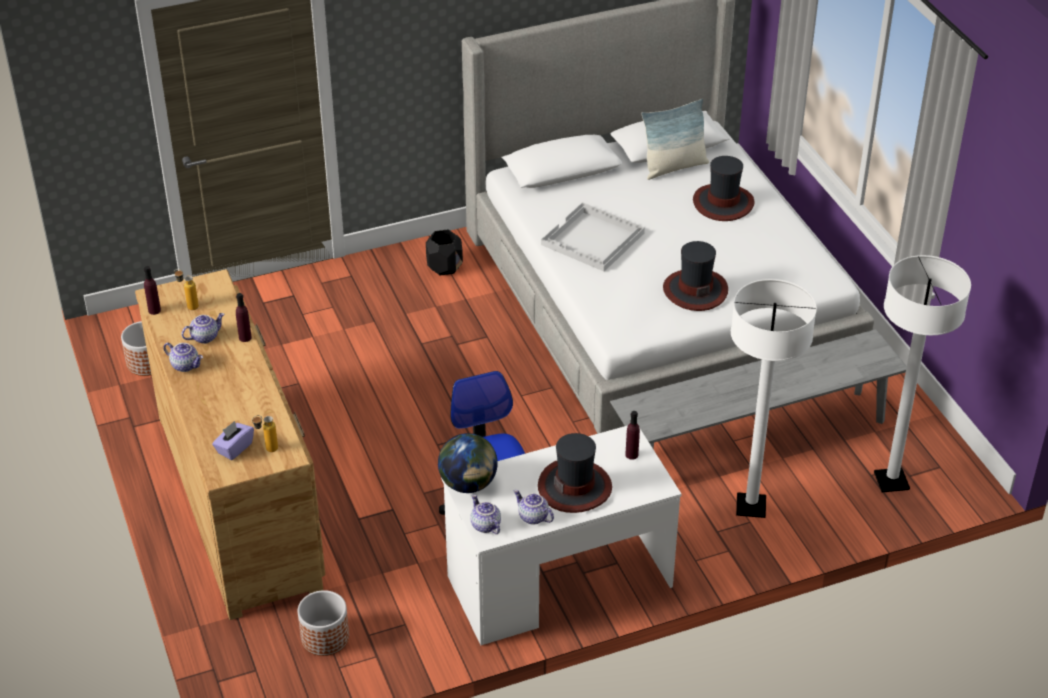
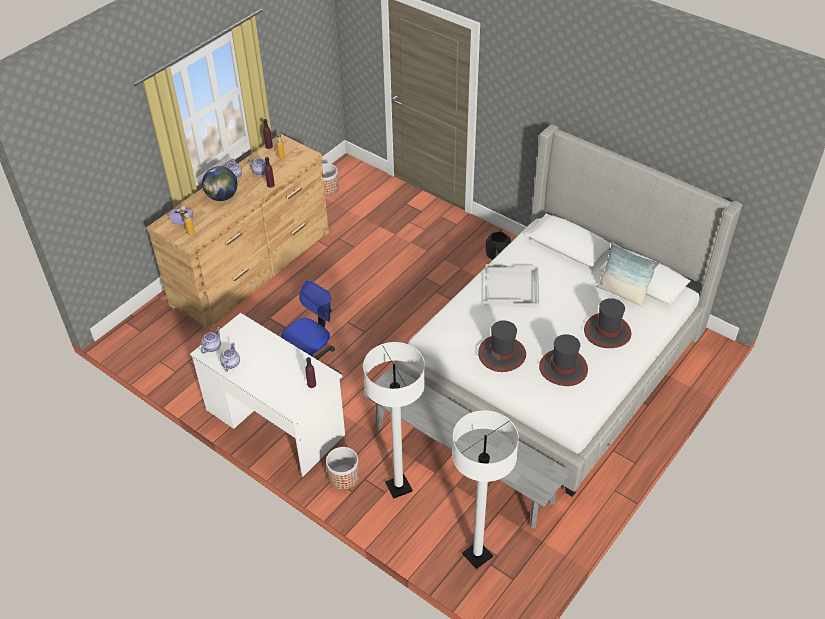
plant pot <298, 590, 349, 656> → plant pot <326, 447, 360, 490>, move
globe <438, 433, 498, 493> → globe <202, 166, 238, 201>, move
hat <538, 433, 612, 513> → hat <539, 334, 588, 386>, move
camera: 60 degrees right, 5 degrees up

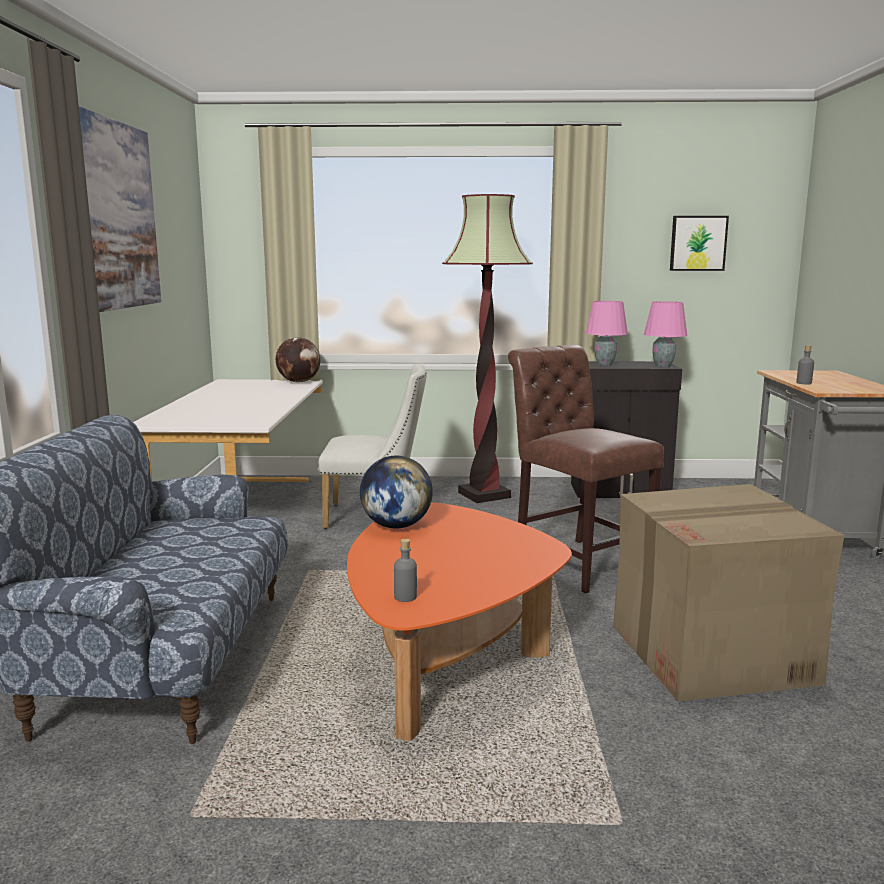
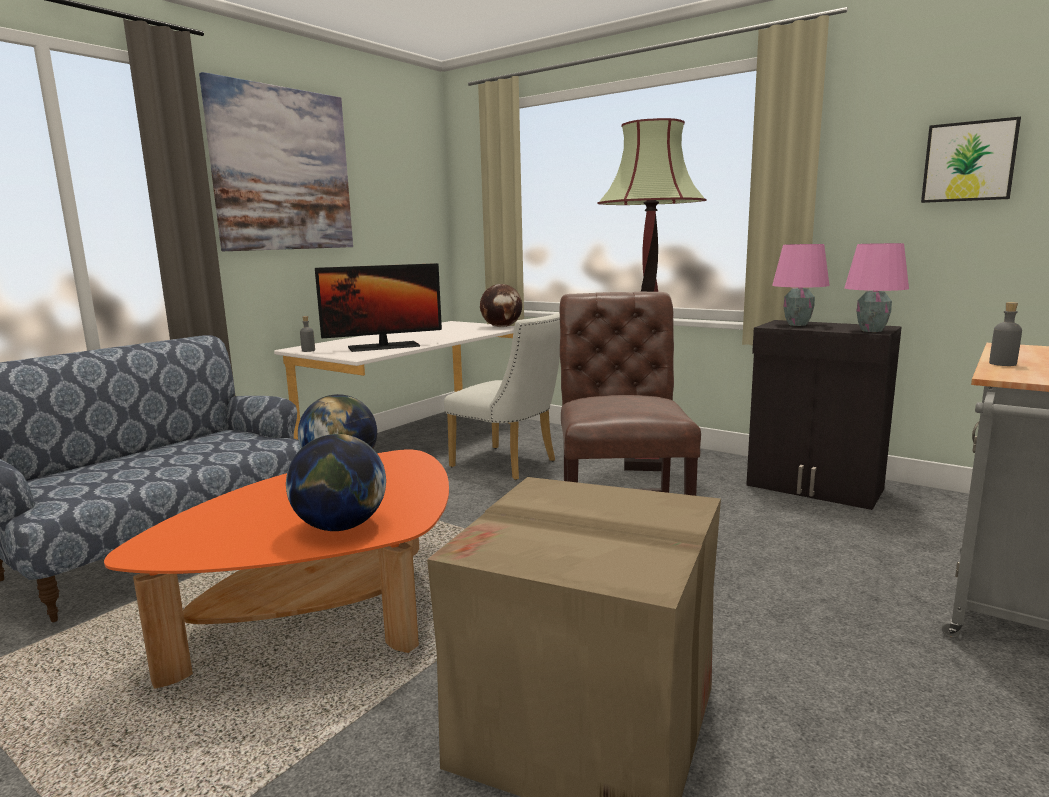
- → globe <286, 434, 386, 531>
- → computer display <315, 263, 442, 352>
beverage bottle/grey <394, 539, 417, 602> → beverage bottle/grey <300, 316, 315, 352>, move
camera: 35 degrees right, 0 degrees up

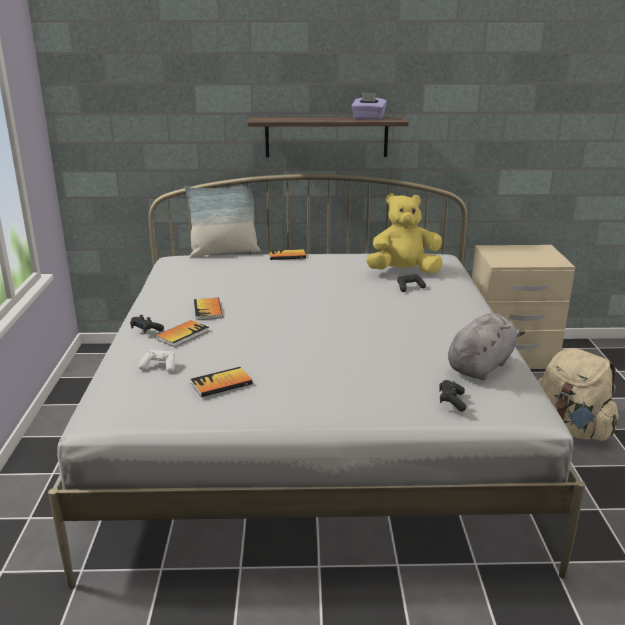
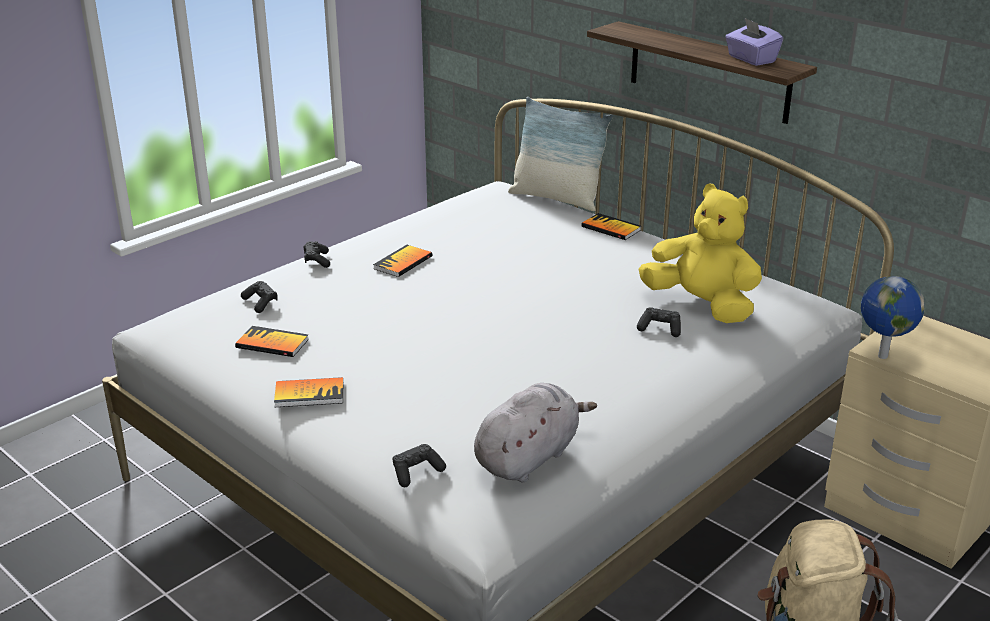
- → globe <861, 276, 925, 359>
bound book <155, 320, 209, 347> → bound book <274, 377, 343, 407>, move
game controller/white-coloured <138, 349, 175, 373> → game controller/blackish <241, 281, 278, 313>
soft toy/grey <448, 313, 525, 380> → soft toy/grey <474, 383, 597, 482>, 45 degrees counterclockwise
camera: 45 degrees right, 5 degrees up

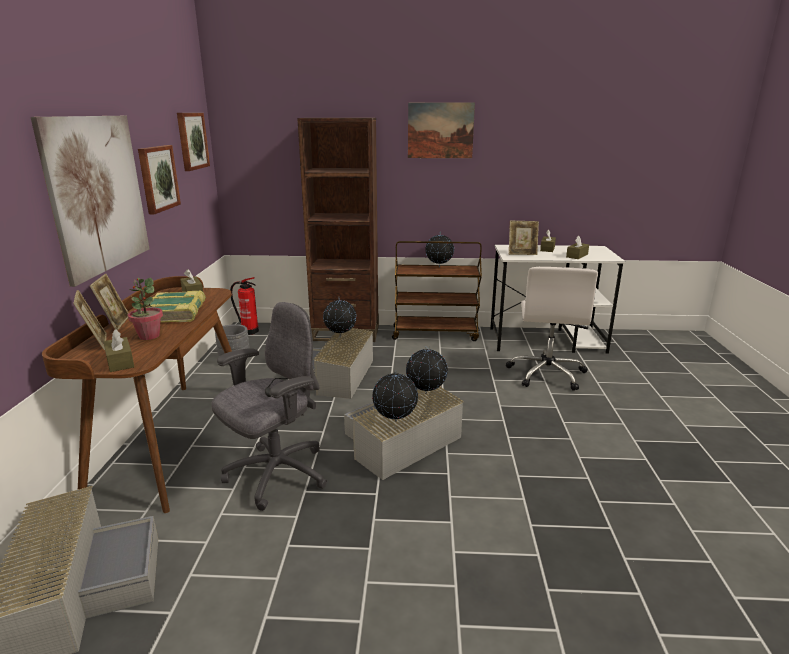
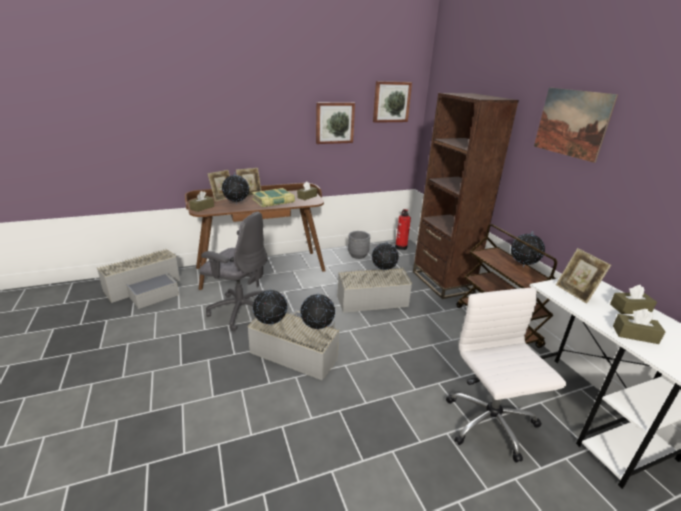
picture <31, 116, 149, 287> → -
houseplant <128, 278, 163, 340> → globe <222, 172, 249, 205>
computer chair/white-coloured <506, 267, 598, 391> → computer chair/white-coloured <446, 288, 566, 463>, 90 degrees clockwise
camera: 65 degrees right, 5 degrees up

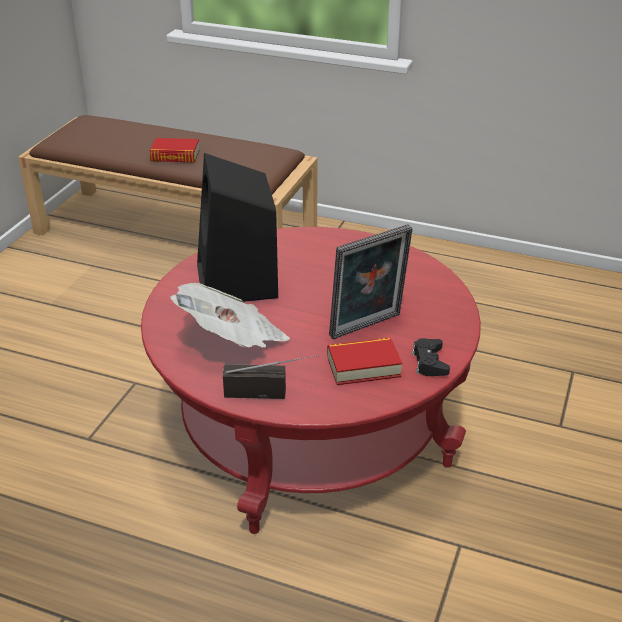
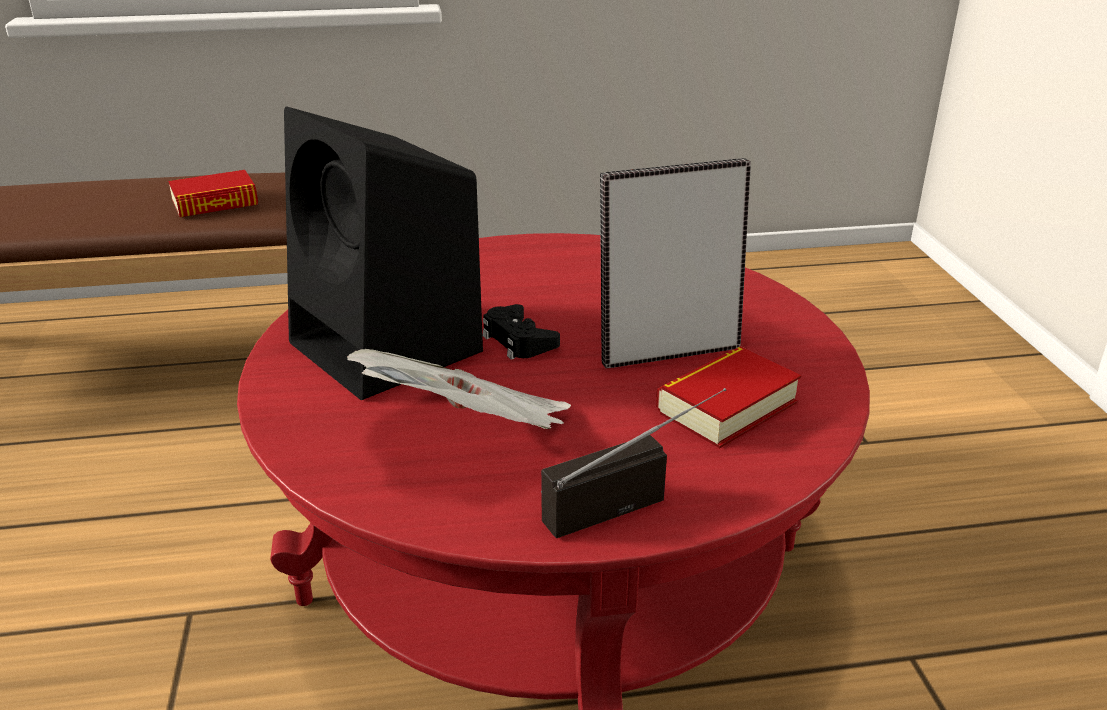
bound book <150, 138, 200, 163> → bound book <168, 170, 258, 217>, move
game controller/blackish <412, 338, 450, 376> → game controller/blackish <483, 304, 560, 360>, move
photo frame <329, 224, 413, 339> → photo frame <600, 158, 751, 368>, 135 degrees counterclockwise
camera: 30 degrees left, 5 degrees down

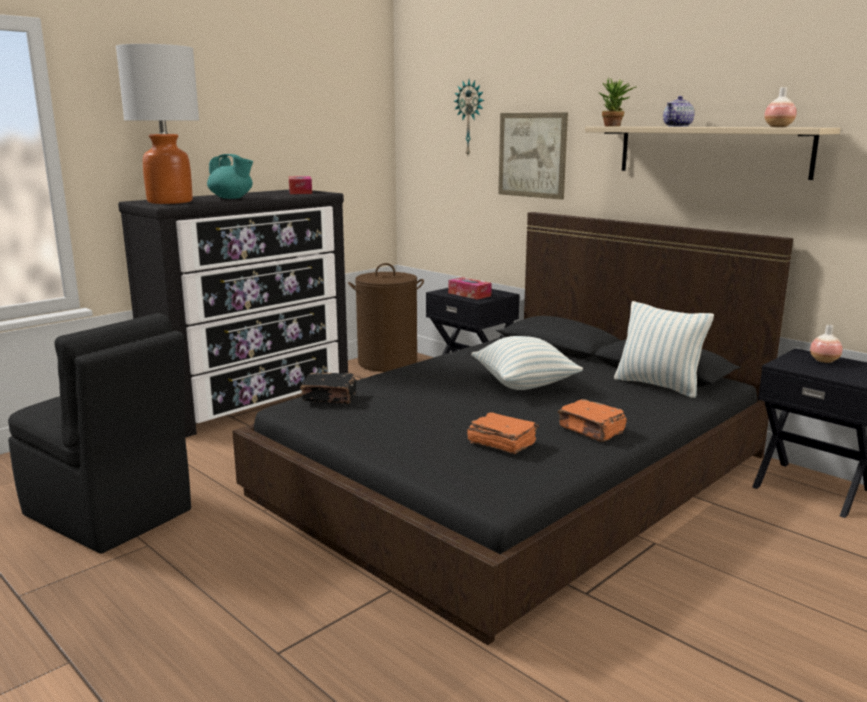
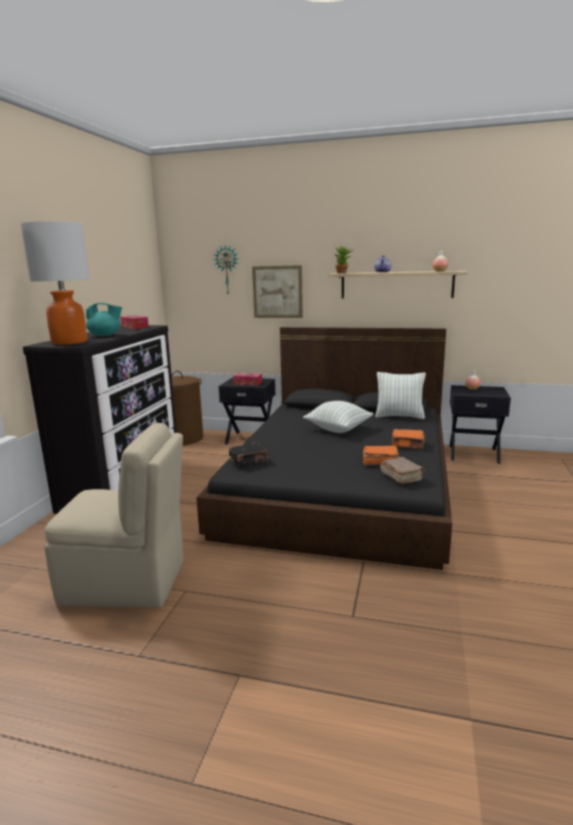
- → bound book/brown-coloured <380, 457, 425, 484>
plain chair/blackish <8, 313, 191, 554> → plain chair/sand-coloured <45, 423, 183, 608>
camera: 30 degrees left, 0 degrees up

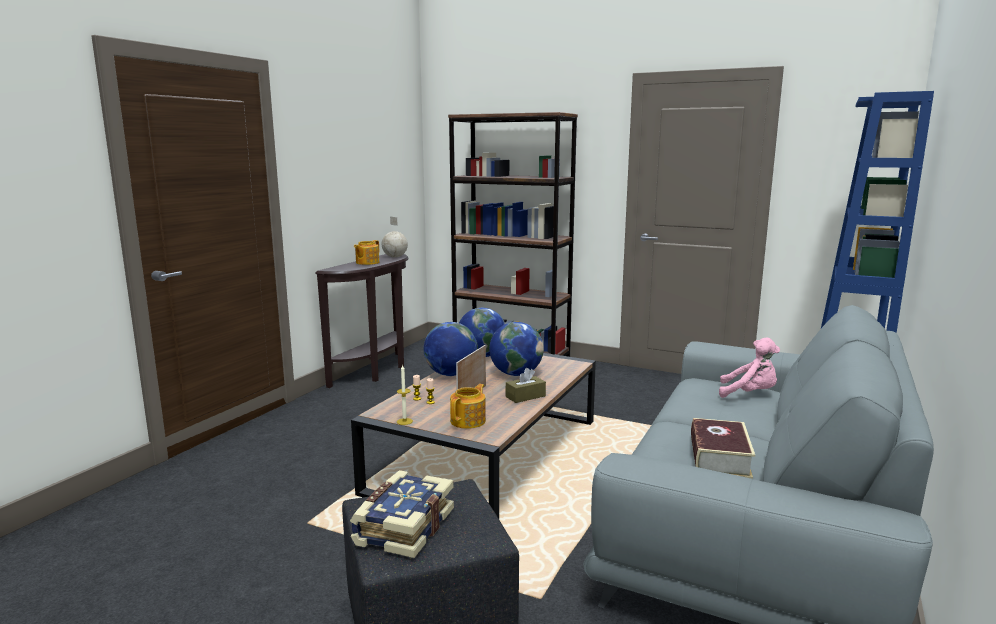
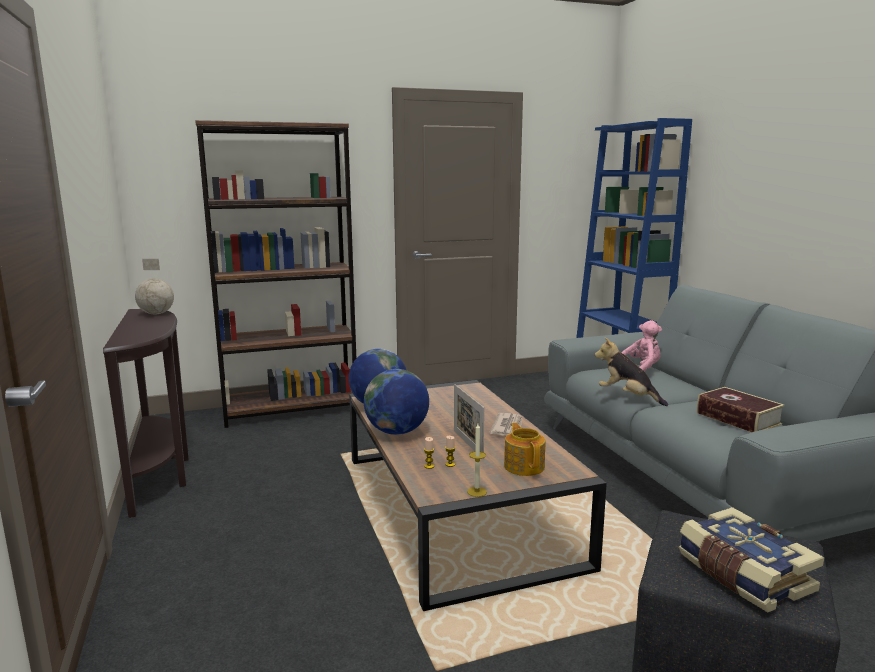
tea pot <354, 240, 379, 265> → -
globe <489, 322, 544, 376> → -
- → soft toy <595, 337, 668, 406>
box of tissues/brown-coloured <506, 368, 546, 403> → newspaper <490, 413, 522, 436>
camera: 45 degrees left, 0 degrees up

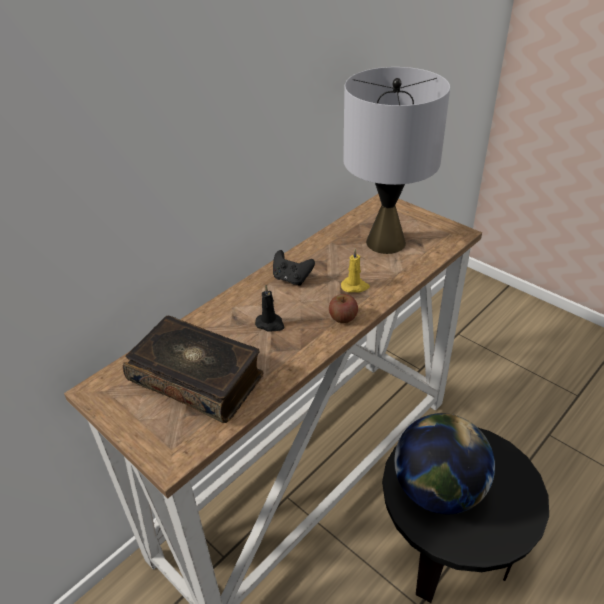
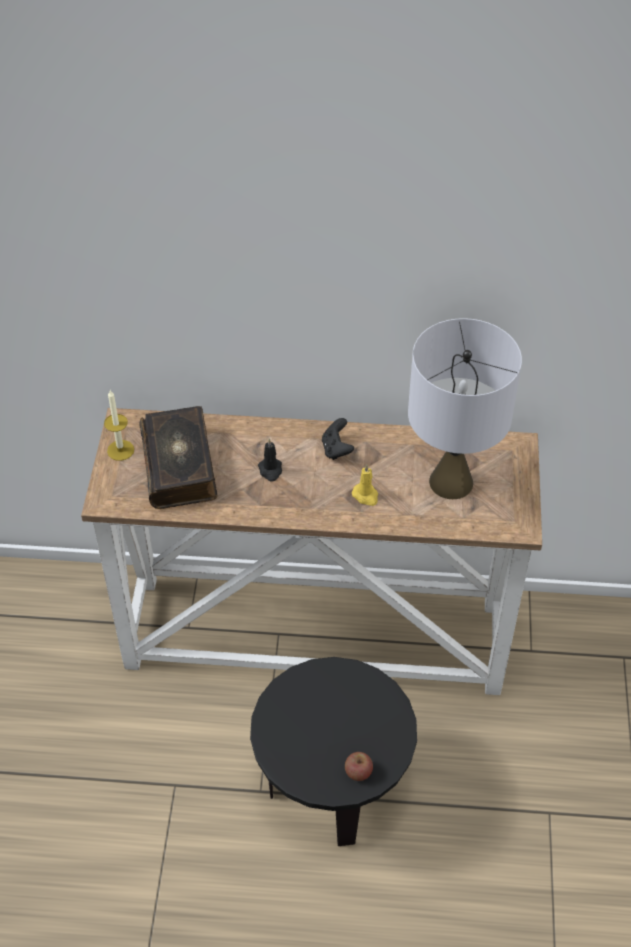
globe <394, 413, 495, 514> → -
- → wax candle <104, 390, 134, 461>
apple fruit <329, 294, 358, 323> → apple fruit <345, 752, 373, 781>, move
camera: 50 degrees right, 10 degrees up

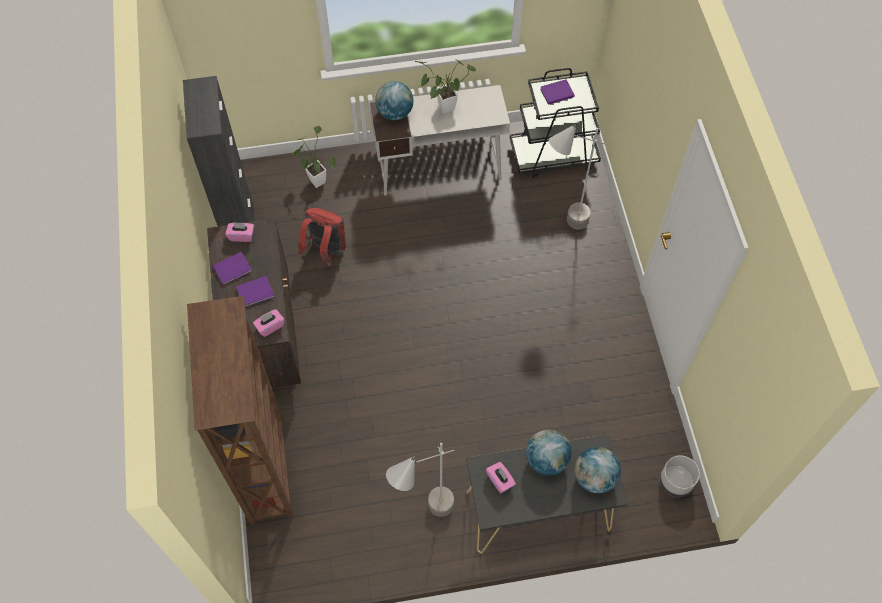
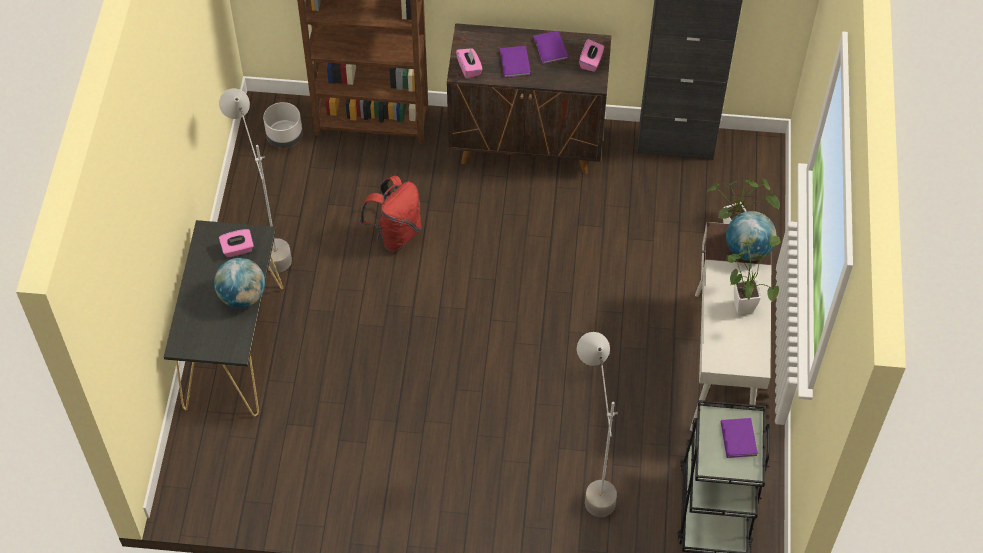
globe <575, 447, 621, 493> → -
knapsack/reddish <298, 208, 346, 267> → knapsack/reddish <359, 176, 422, 252>, move
plant pot/grey <660, 455, 700, 497> → plant pot/grey <263, 102, 303, 148>, move
camera: 105 degrees right, 5 degrees down

